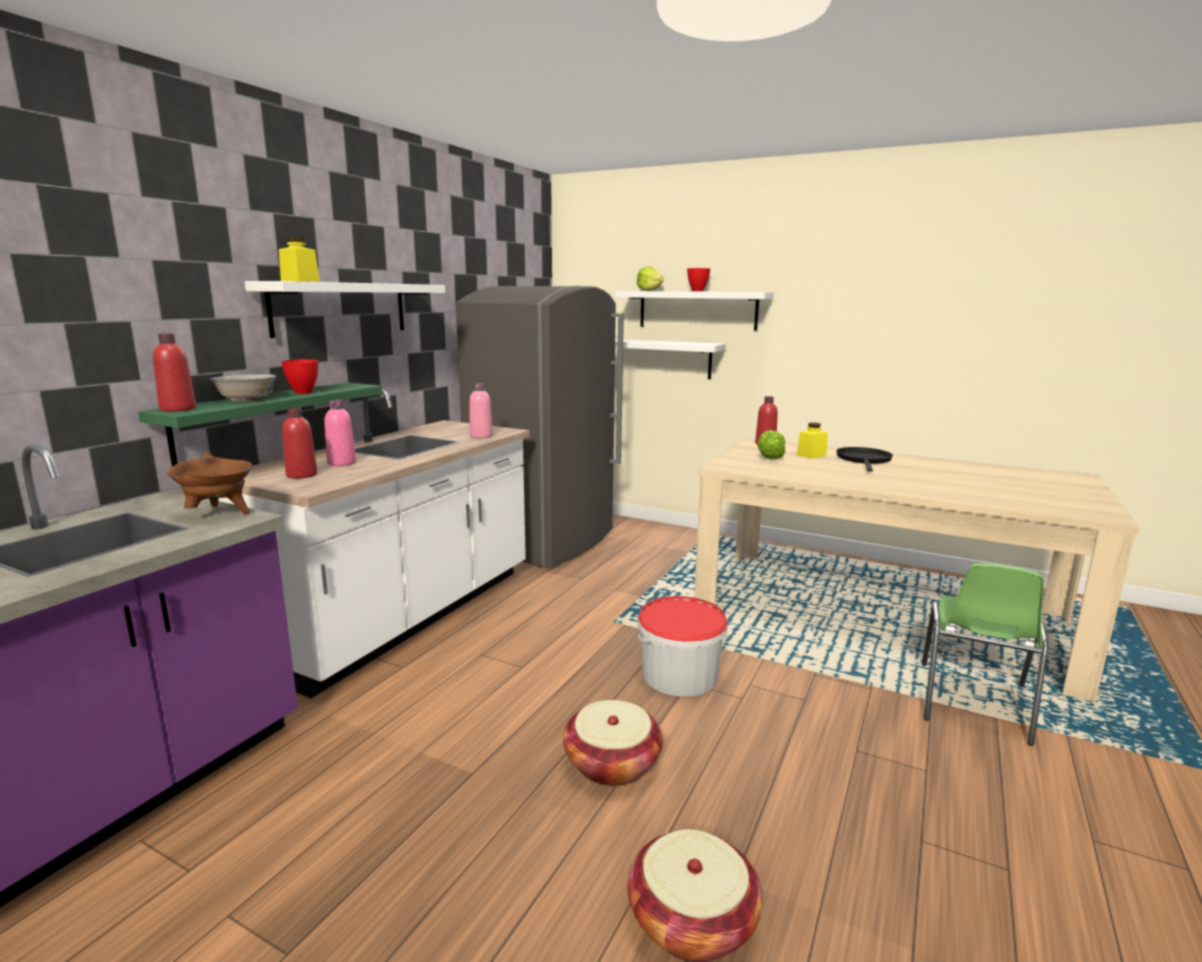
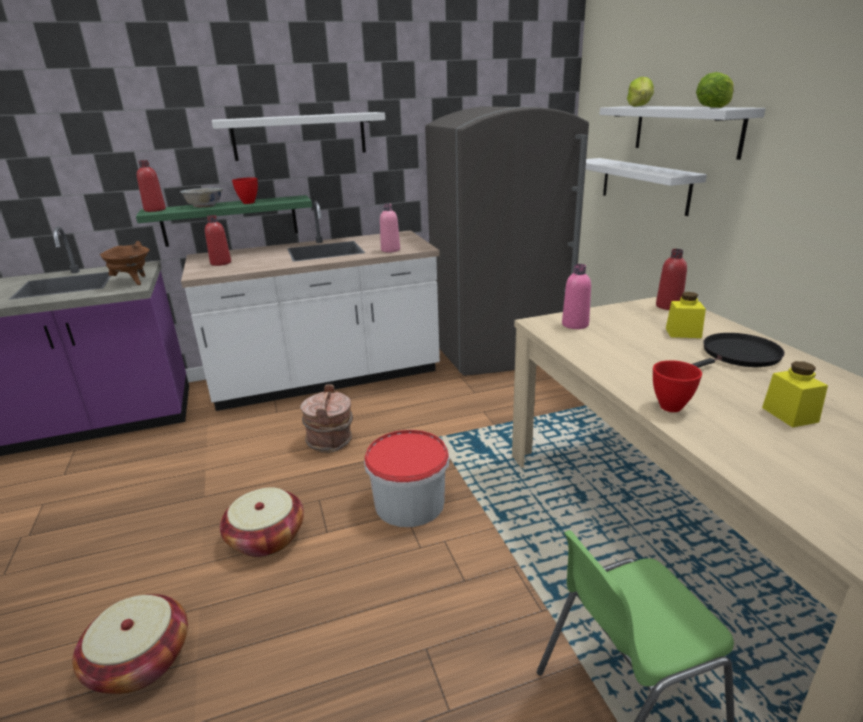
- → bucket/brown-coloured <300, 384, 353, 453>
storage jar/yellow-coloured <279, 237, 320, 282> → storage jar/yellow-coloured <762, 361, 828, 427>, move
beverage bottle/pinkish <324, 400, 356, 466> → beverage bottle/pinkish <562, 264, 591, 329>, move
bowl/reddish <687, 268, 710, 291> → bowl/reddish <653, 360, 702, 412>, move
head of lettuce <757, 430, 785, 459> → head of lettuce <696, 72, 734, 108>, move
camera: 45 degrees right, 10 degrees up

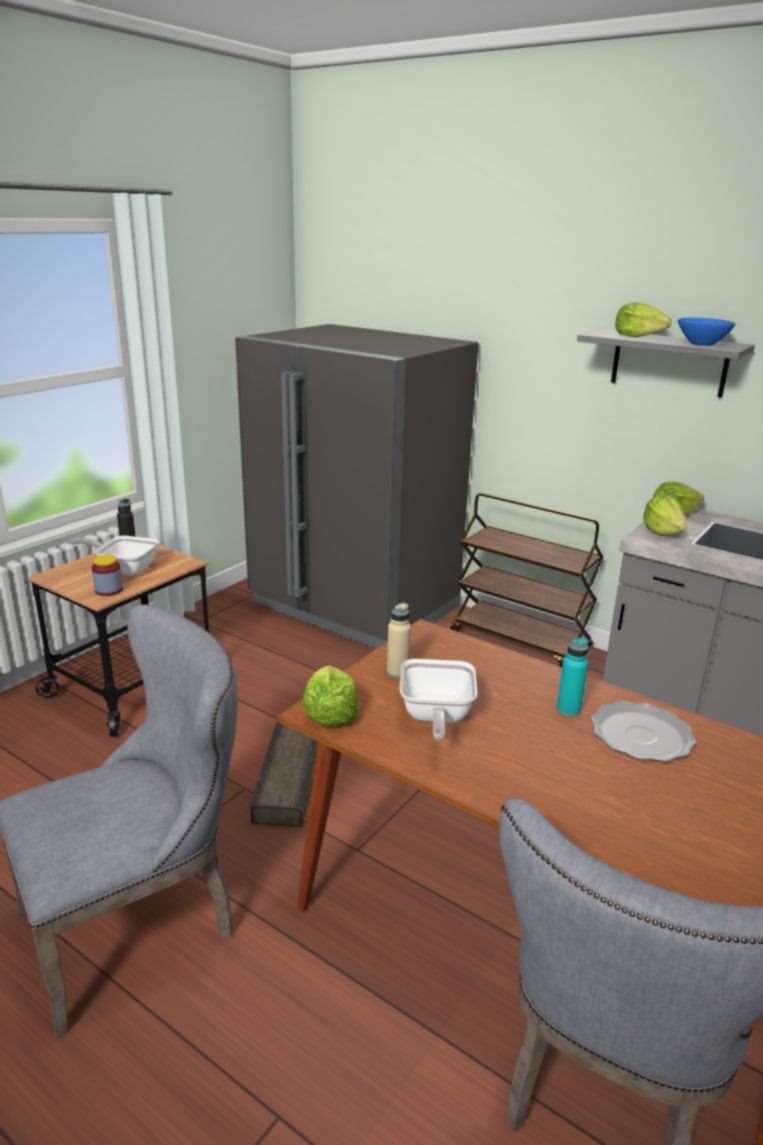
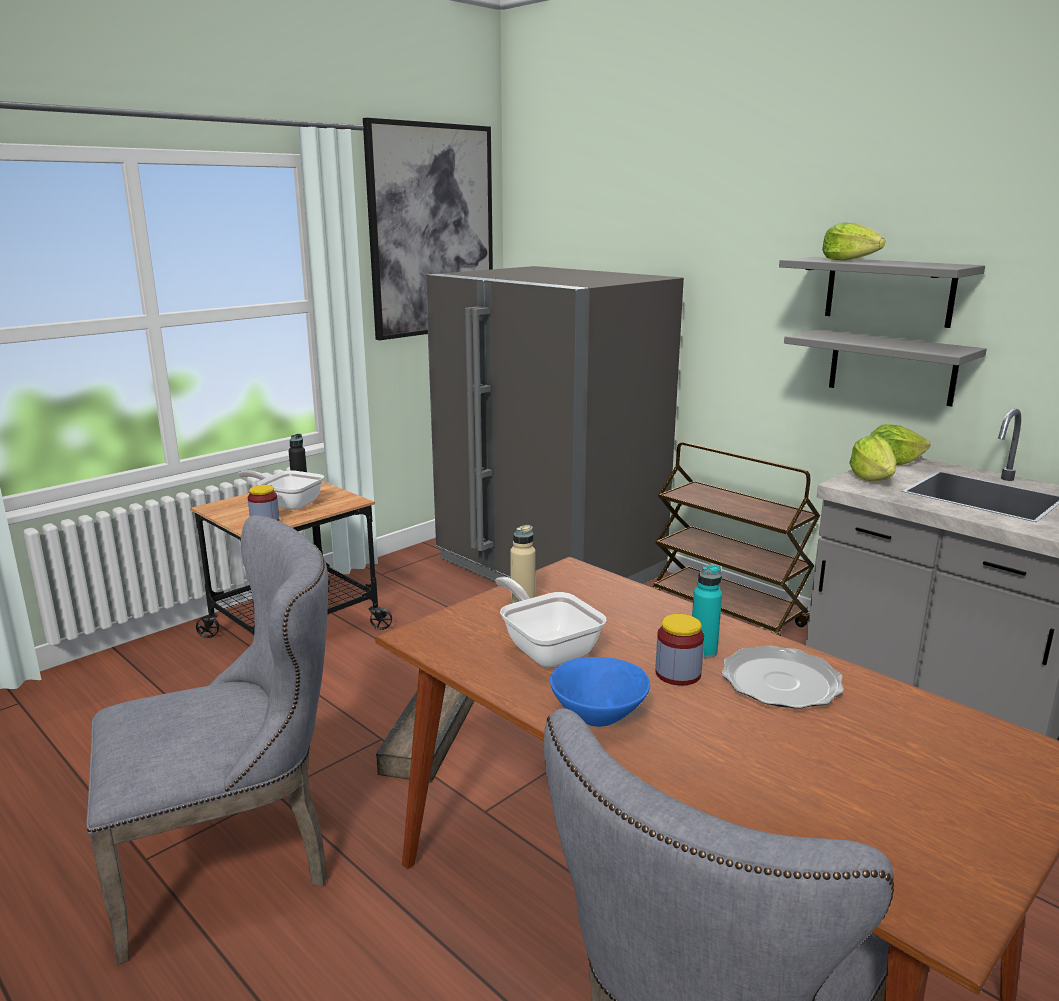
head of lettuce <302, 665, 359, 726> → -
- → picture <363, 118, 493, 340>
- → storage jar <655, 614, 704, 686>
- → bracket shelf/grey <784, 330, 987, 407>
bowl/bluish <678, 318, 736, 346> → bowl/bluish <550, 657, 650, 727>, move
skillet <400, 659, 478, 741> → skillet <495, 577, 607, 667>, 135 degrees clockwise
camera: 10 degrees right, 5 degrees down

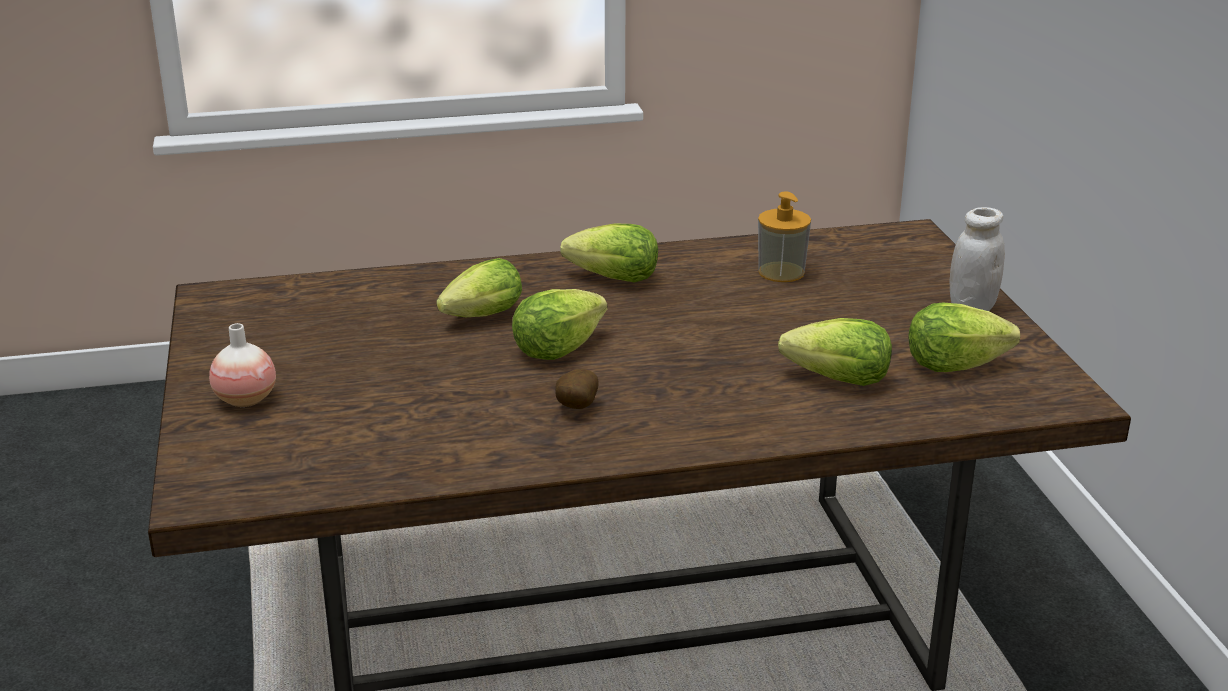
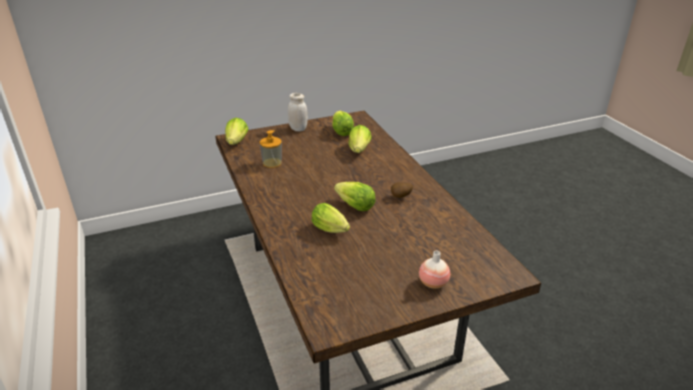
head of lettuce <560, 224, 658, 283> → head of lettuce <225, 118, 249, 145>, move
camera: 100 degrees left, 5 degrees up

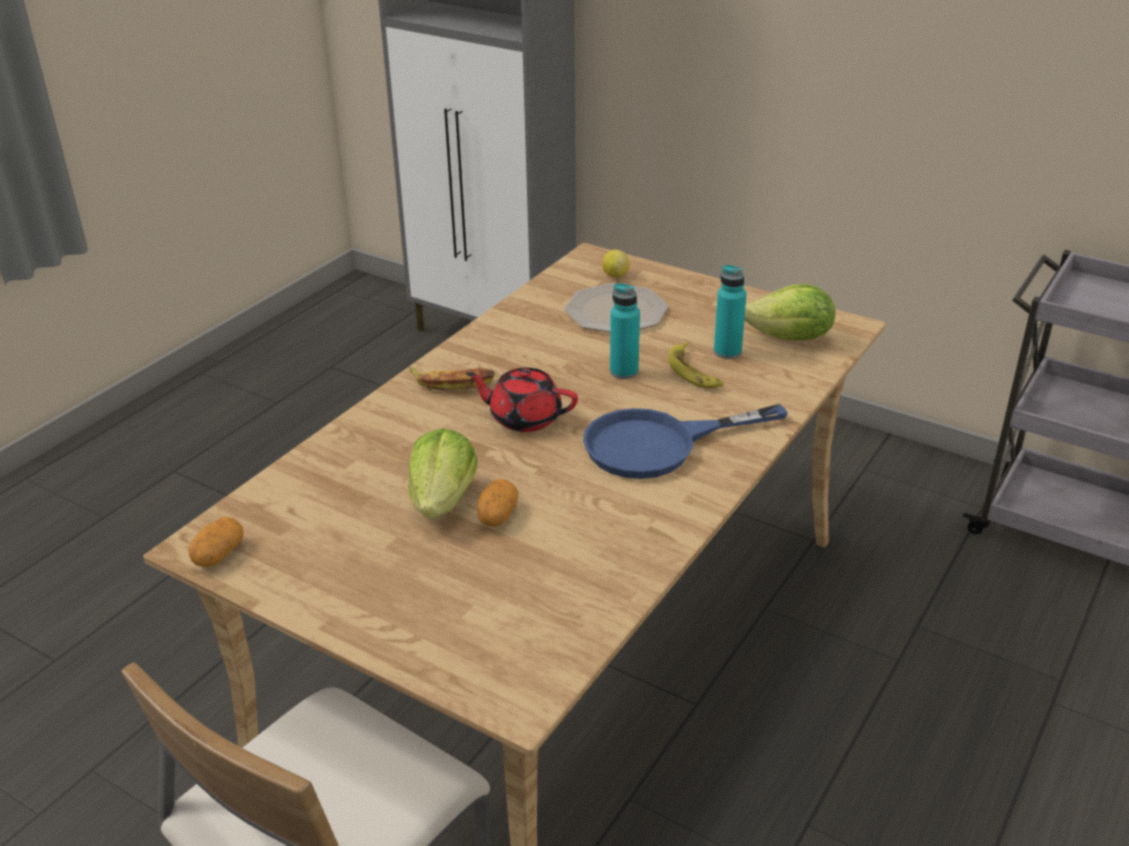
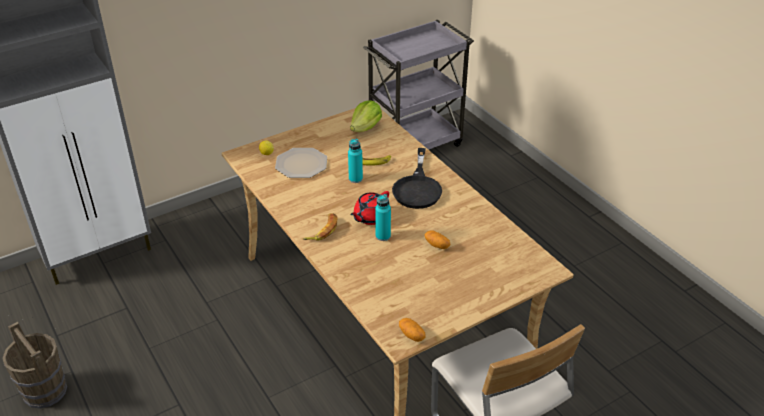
head of lettuce <408, 428, 477, 519> → -
- → bucket/brown-coloured <2, 322, 67, 409>
beverage bottle/turquoise-coloured <714, 265, 747, 359> → beverage bottle/turquoise-coloured <375, 194, 391, 241>, move
skillet/bluish <583, 404, 788, 479> → skillet/blackish <392, 148, 442, 209>
camera: 65 degrees left, 5 degrees up

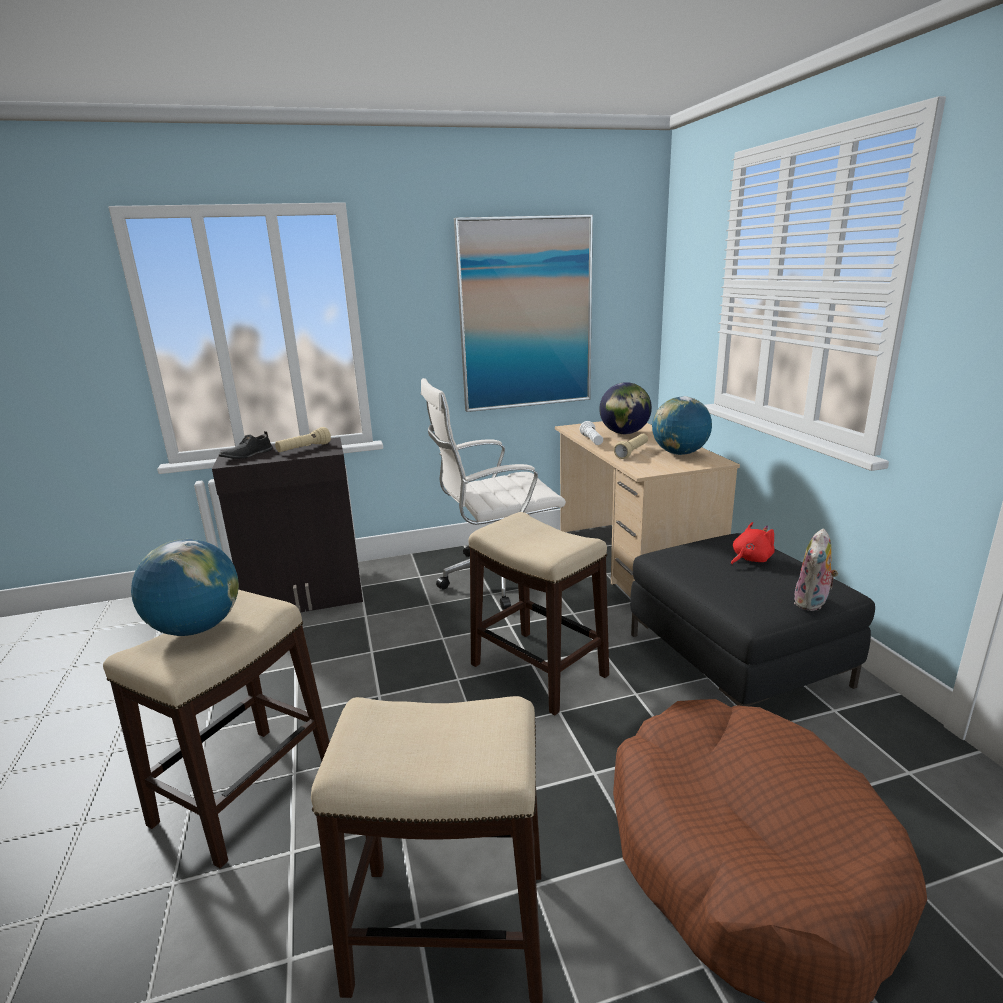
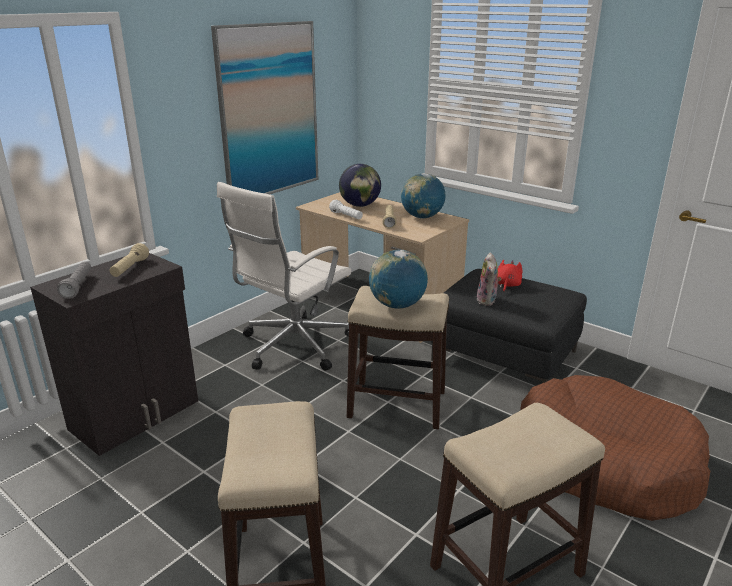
globe <131, 539, 239, 636> → globe <369, 250, 428, 308>, move
soft toy <794, 528, 838, 611> → soft toy <477, 252, 502, 306>, move
low shoe/blackish <219, 431, 273, 459> → hand torch/grey <57, 261, 91, 299>
camera: 35 degrees left, 5 degrees up

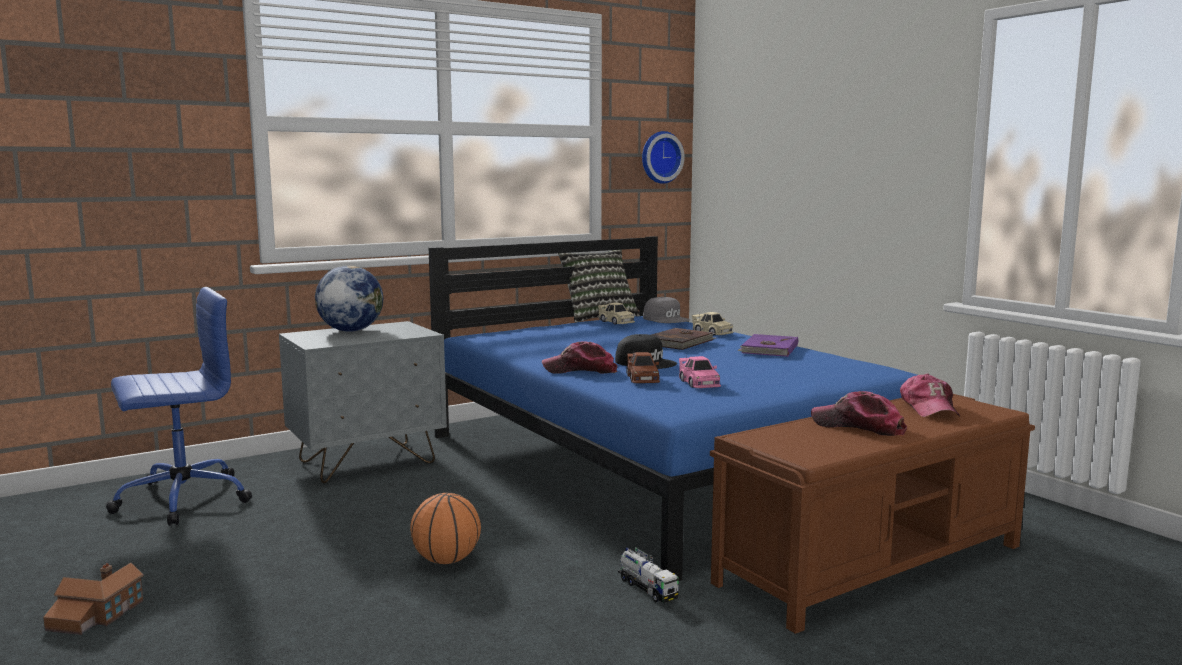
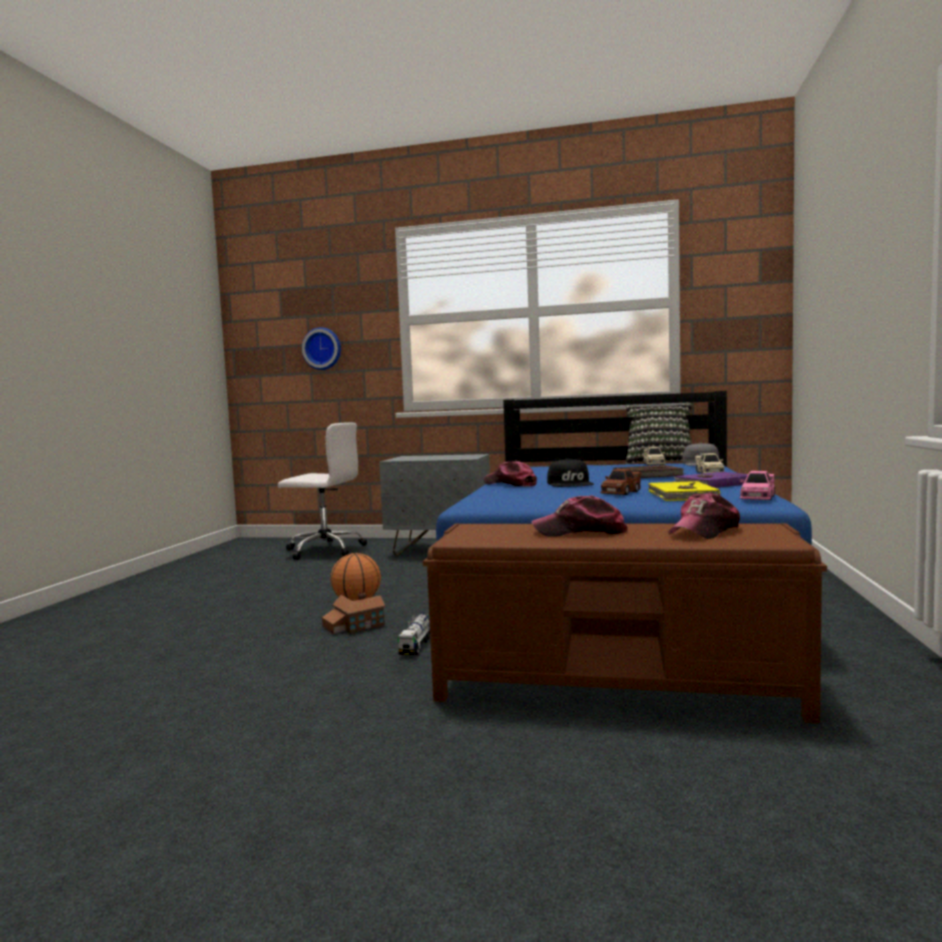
globe <315, 265, 383, 332> → -
- → bound book/yellow-coloured <648, 481, 720, 501>
toy house <43, 563, 144, 635> → toy house <322, 591, 385, 635>, move
model car/brown-coloured <627, 351, 660, 383> → model car/brown-coloured <600, 469, 641, 495>, move
clock on the wall <642, 131, 685, 184> → clock on the wall <302, 327, 341, 370>, move
model car/pinkish <679, 355, 721, 388> → model car/pinkish <740, 470, 775, 500>, move
computer chair/bluish <106, 287, 252, 526> → computer chair/white-coloured <278, 422, 367, 560>
peaked cap <811, 391, 907, 436> → peaked cap <531, 495, 628, 537>, 75 degrees counterclockwise
camera: 45 degrees right, 5 degrees down

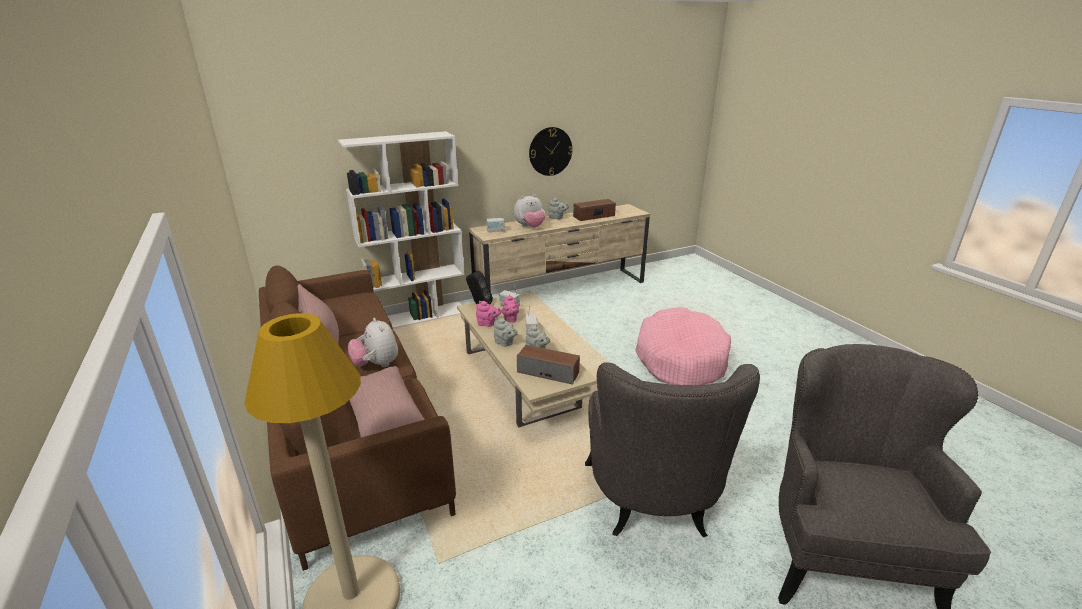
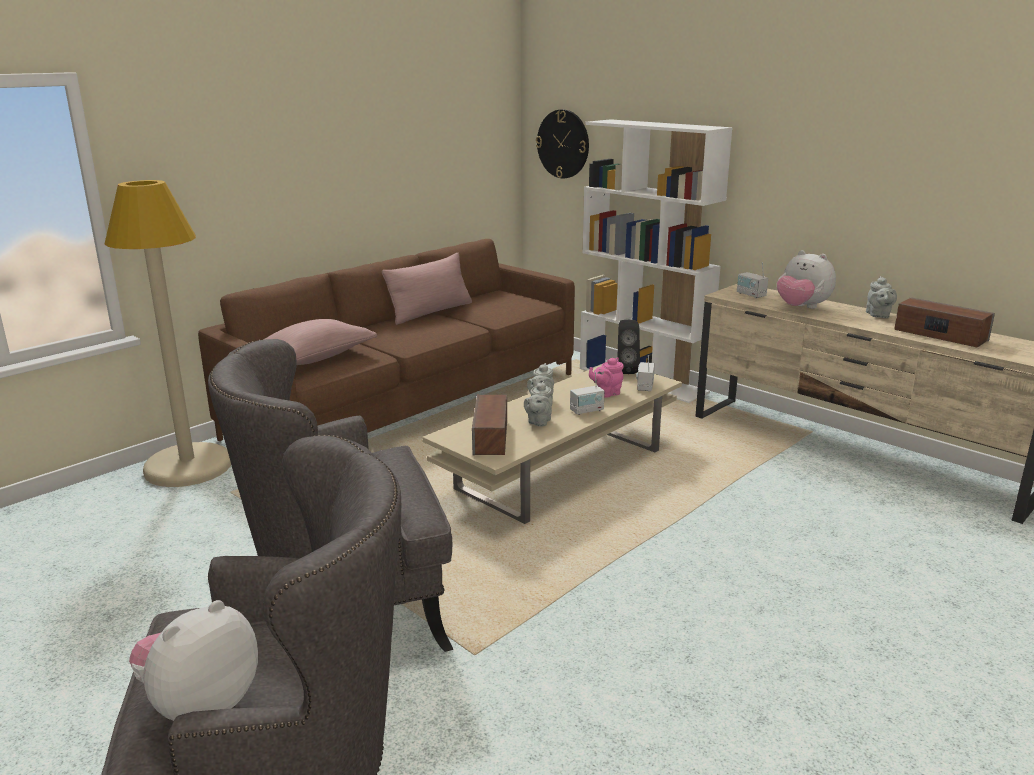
tea pot/pinkish <476, 301, 502, 327> → -
pet bed/pinkish <635, 307, 731, 385> → -
soft toy <348, 318, 398, 367> → soft toy <129, 600, 258, 721>, move
clock on the wall <529, 127, 573, 176> → clock on the wall <536, 109, 589, 178>, move
camera: 70 degrees right, 5 degrees down

